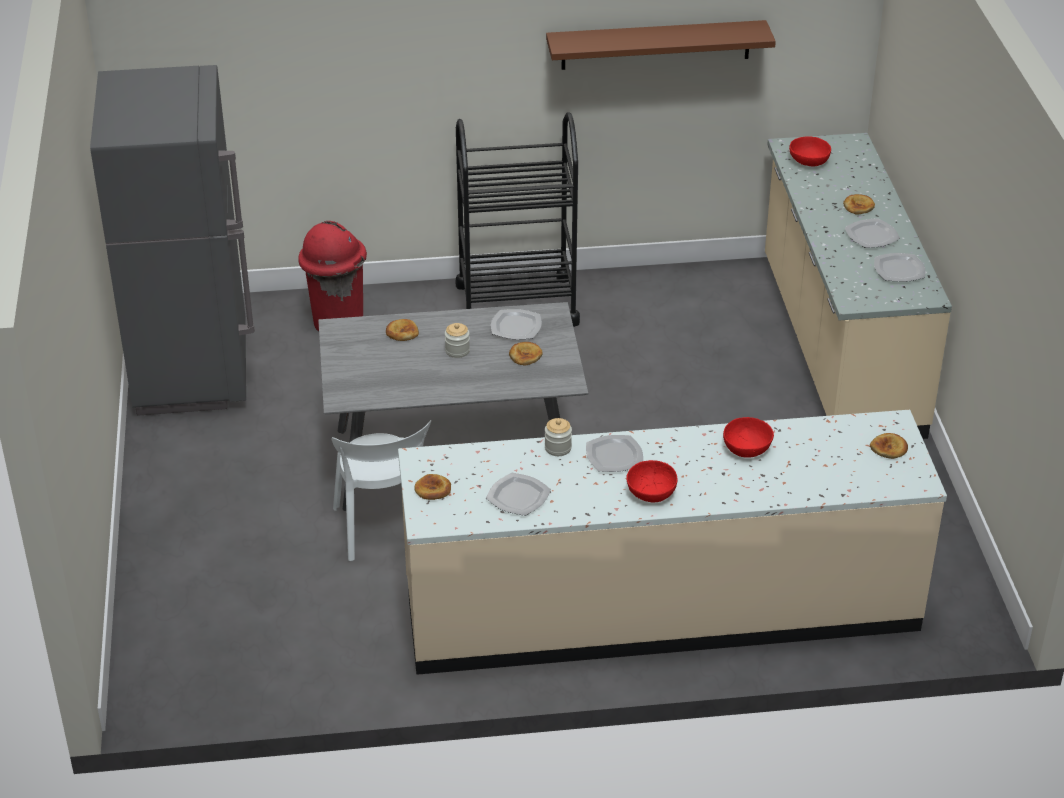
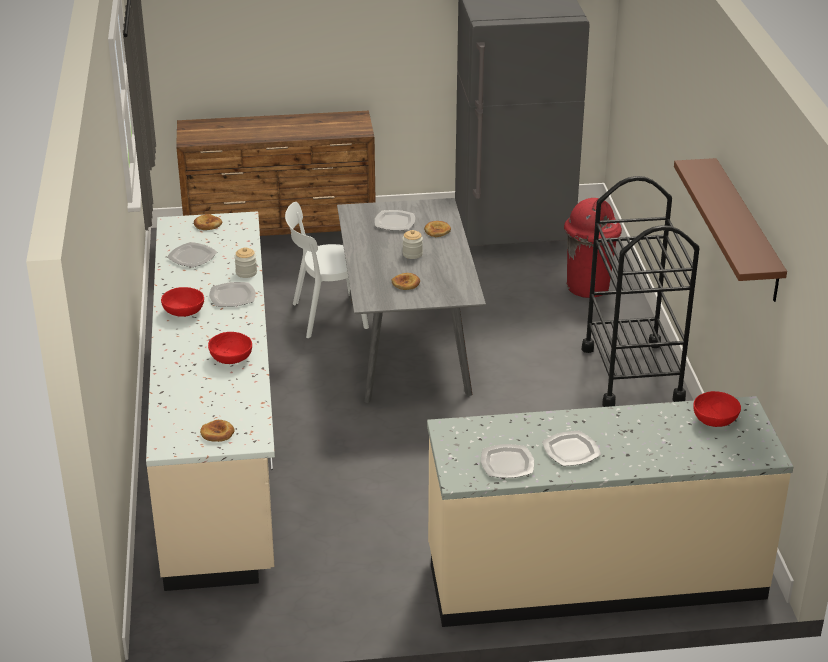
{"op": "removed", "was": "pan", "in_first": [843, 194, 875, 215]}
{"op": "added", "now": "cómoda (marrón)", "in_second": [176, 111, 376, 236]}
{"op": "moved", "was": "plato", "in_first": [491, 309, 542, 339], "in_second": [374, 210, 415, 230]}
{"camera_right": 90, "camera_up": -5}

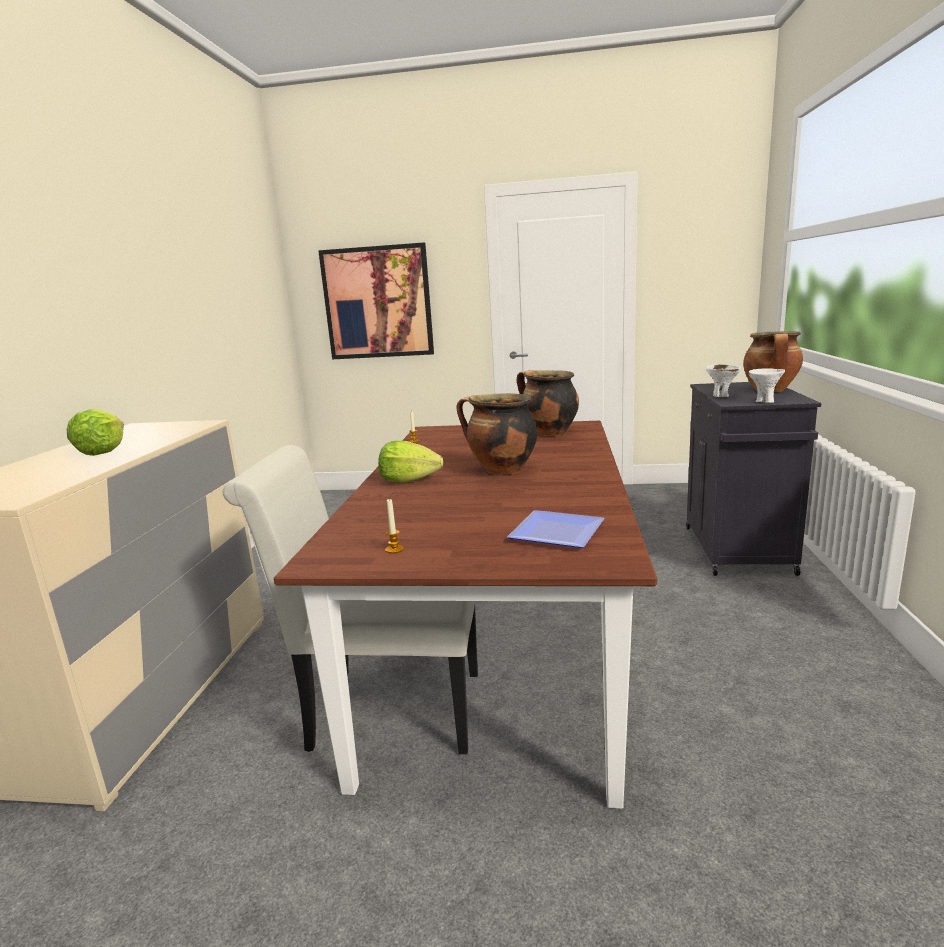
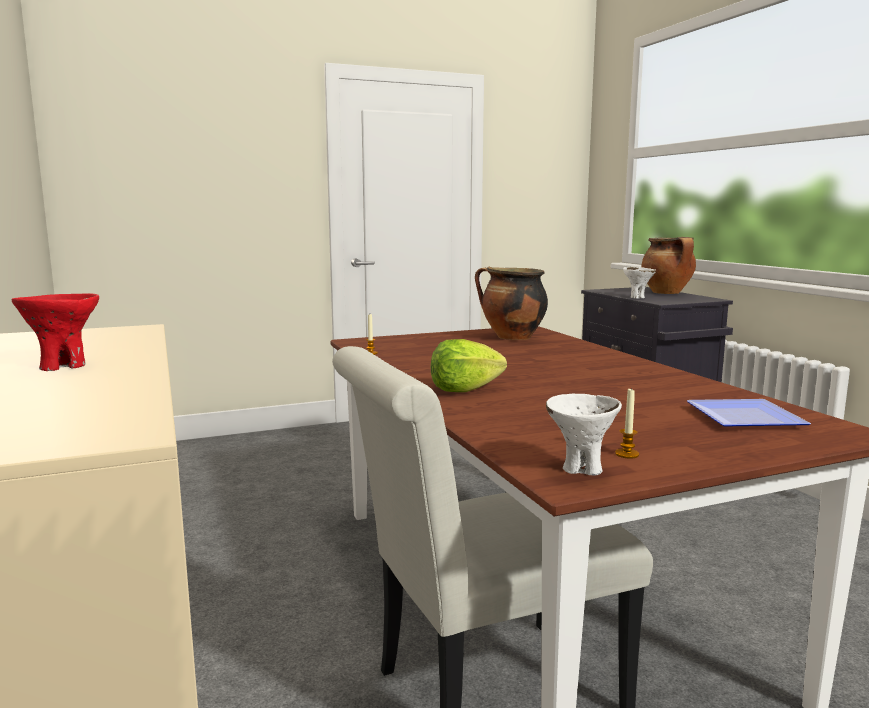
{"op": "removed", "was": "cuadro", "in_first": [318, 243, 434, 359]}
{"op": "removed", "was": "olla", "in_first": [456, 393, 538, 475]}
{"op": "moved", "was": "cuenco (blanco)", "in_first": [748, 368, 785, 403], "in_second": [546, 394, 622, 475]}
{"op": "replaced", "was": "lechuga", "now": "cuenco (rojo)", "in_first": [67, 409, 124, 456], "in_second": [12, 293, 99, 371]}
{"camera_right": -30, "camera_up": -5}

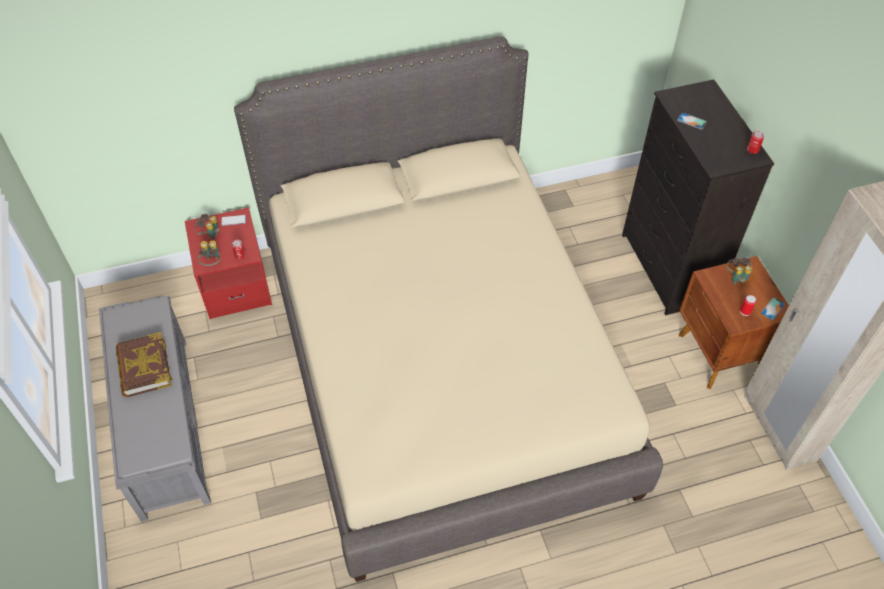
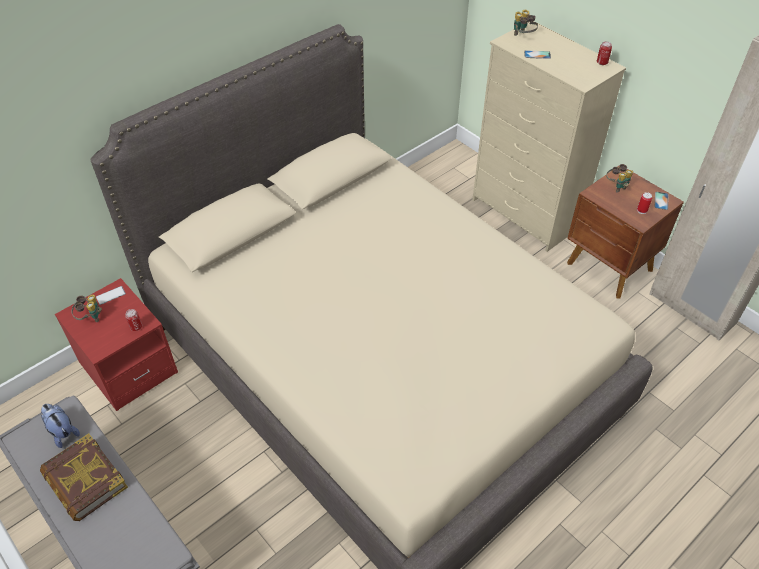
{"op": "added", "now": "peluche", "in_second": [41, 404, 80, 448]}
{"op": "moved", "was": "prismáticos", "in_first": [197, 241, 221, 266], "in_second": [514, 10, 538, 36]}
{"op": "recoloured", "was": "cómoda (negro)", "now": "cómoda (beis)", "in_first": [622, 79, 774, 315], "in_second": [472, 21, 626, 252]}
{"camera_right": -25, "camera_up": -5}

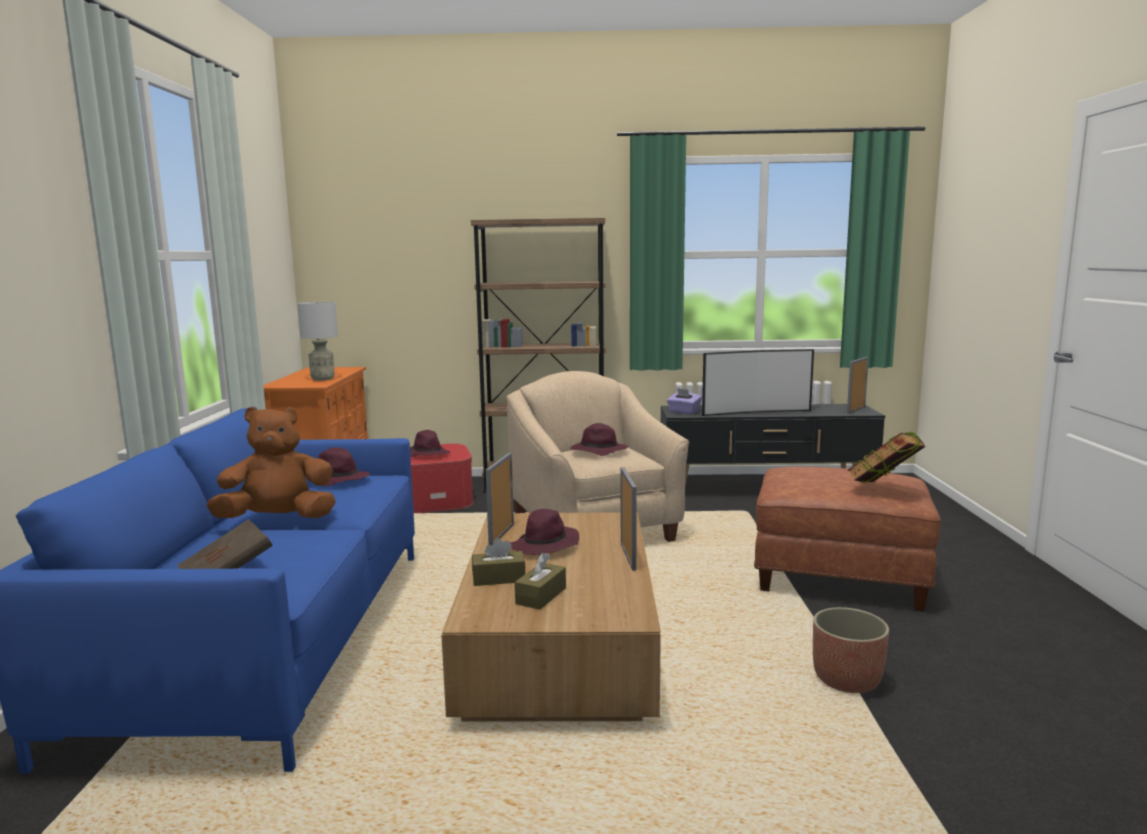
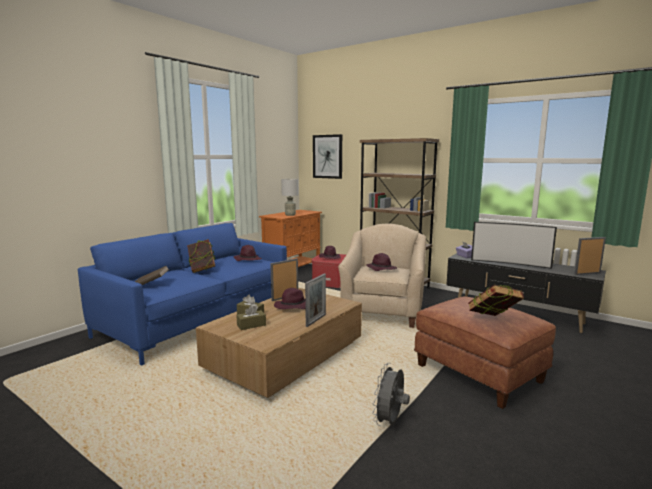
{"op": "added", "now": "cuadro", "in_second": [313, 134, 342, 179]}
{"op": "replaced", "was": "peluche (marrón)", "now": "libro", "in_first": [207, 407, 336, 518], "in_second": [187, 239, 216, 273]}
{"op": "replaced", "was": "maceta", "now": "ventilador (gris)", "in_first": [813, 607, 889, 693], "in_second": [372, 363, 410, 426]}
{"camera_right": 35, "camera_up": 0}

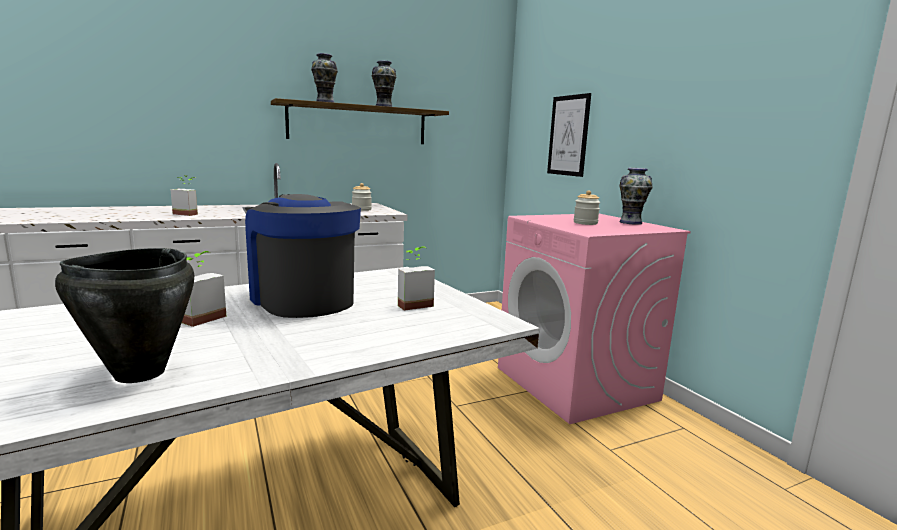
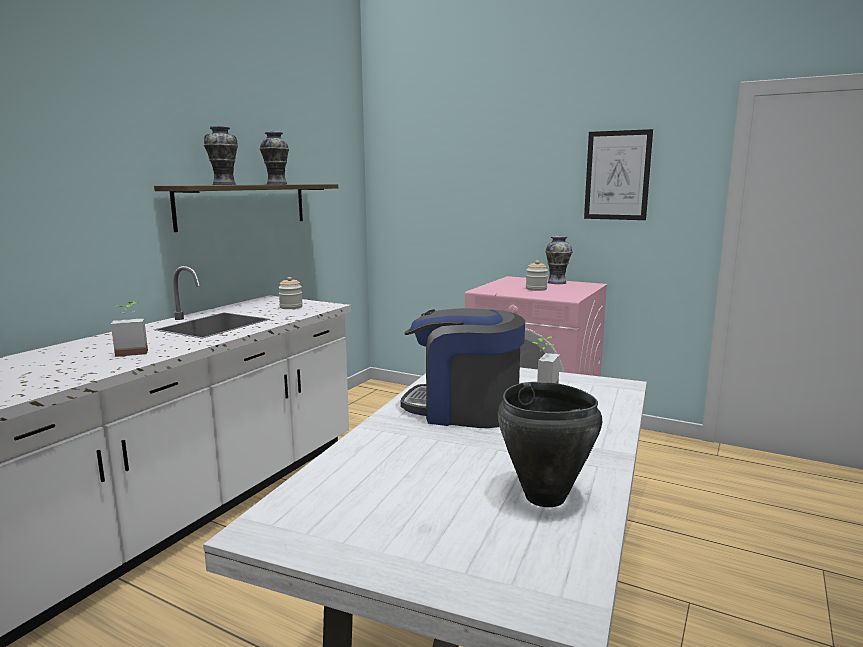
{"op": "removed", "was": "planta en maceta", "in_first": [182, 251, 227, 327]}
{"op": "moved", "was": "cuadro", "in_first": [547, 93, 591, 177], "in_second": [584, 129, 653, 220]}
{"camera_right": -35, "camera_up": 0}

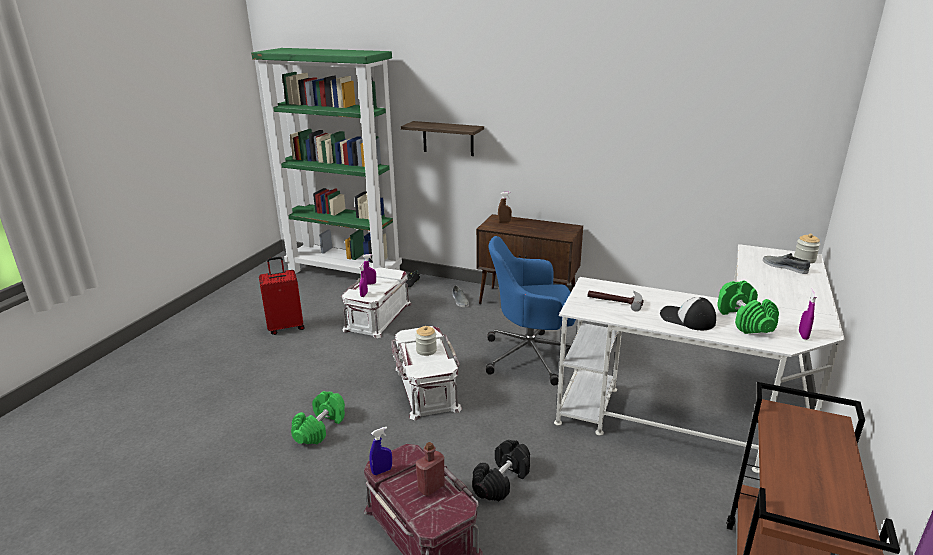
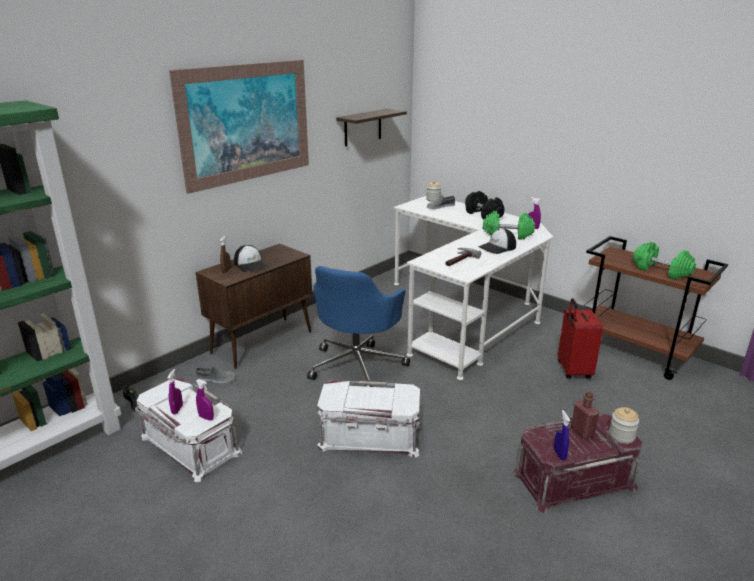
{"op": "added", "now": "cuadro", "in_second": [169, 60, 309, 194]}
{"op": "added", "now": "gorra", "in_second": [234, 245, 268, 272]}
{"op": "moved", "was": "maleta (rojo)", "in_first": [259, 257, 305, 335], "in_second": [558, 298, 603, 379]}
{"op": "moved", "was": "mancuerna (verde)", "in_first": [291, 391, 345, 444], "in_second": [633, 242, 696, 280]}
{"op": "moved", "was": "estante", "in_first": [401, 121, 484, 156], "in_second": [336, 109, 407, 146]}
{"op": "moved", "was": "tarro", "in_first": [415, 326, 437, 356], "in_second": [609, 407, 639, 444]}
{"op": "moved", "was": "mancuerna (negro)", "in_first": [472, 440, 530, 502], "in_second": [465, 191, 505, 219]}
{"camera_right": -70, "camera_up": 0}

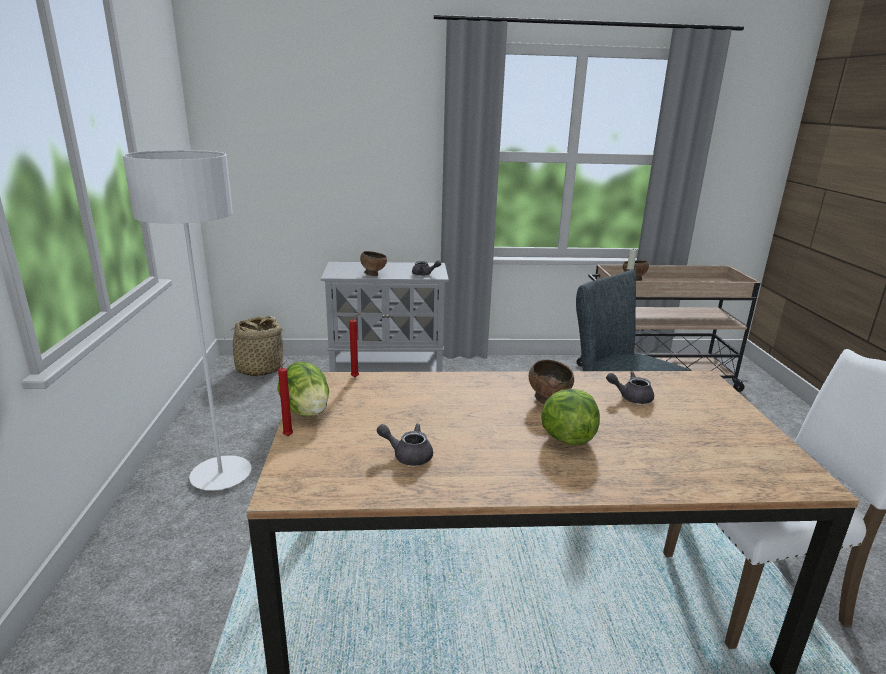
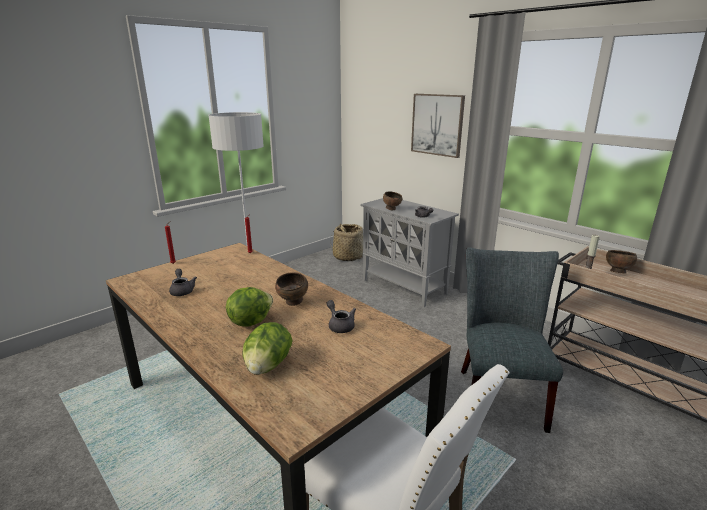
{"op": "added", "now": "cuadro", "in_second": [411, 94, 465, 158]}
{"op": "moved", "was": "lechuga", "in_first": [277, 362, 329, 416], "in_second": [242, 322, 293, 375]}
{"camera_right": 50, "camera_up": 0}

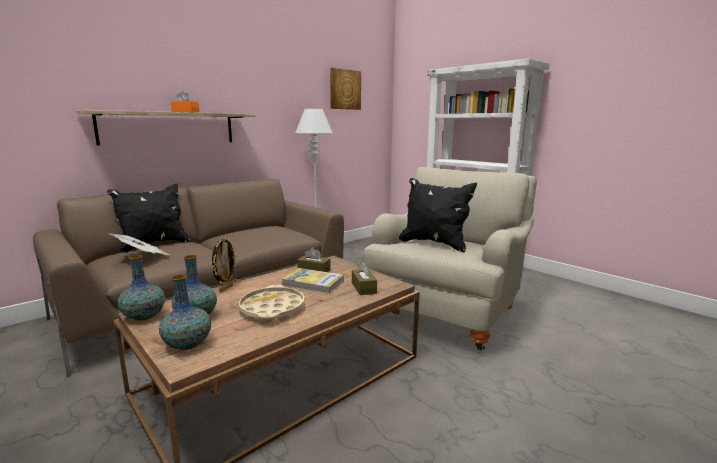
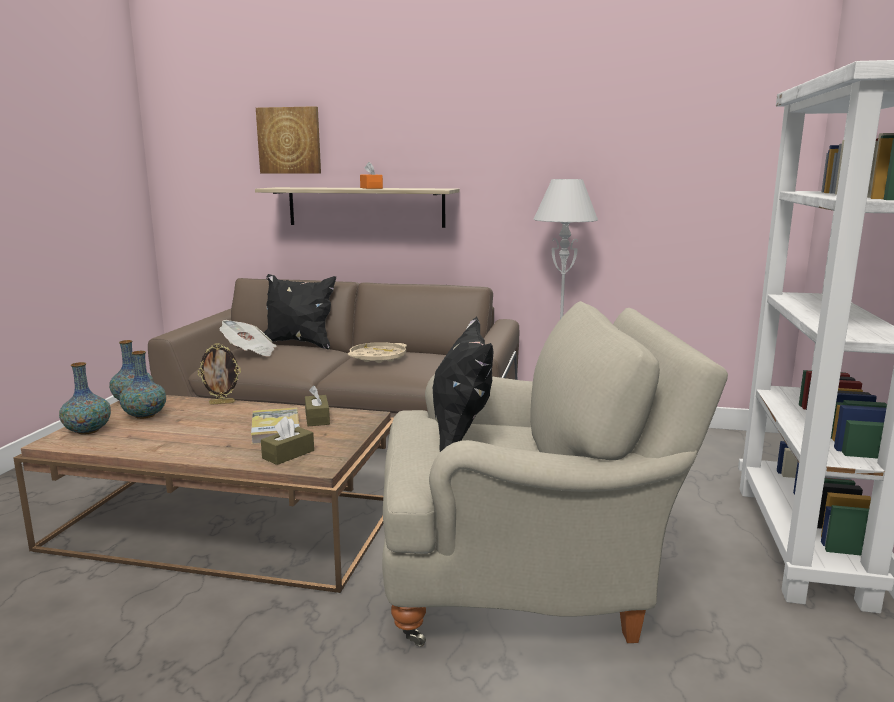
{"op": "moved", "was": "bandeja (beis)", "in_first": [238, 285, 305, 319], "in_second": [348, 342, 407, 363]}
{"op": "moved", "was": "cuadro", "in_first": [330, 68, 361, 110], "in_second": [256, 106, 321, 174]}
{"camera_right": 55, "camera_up": 0}

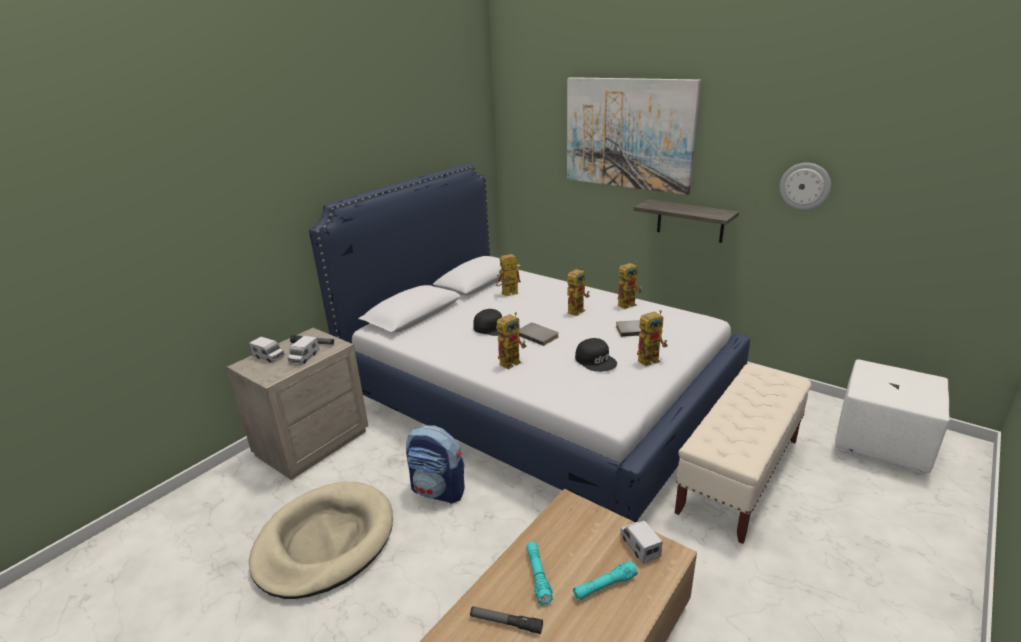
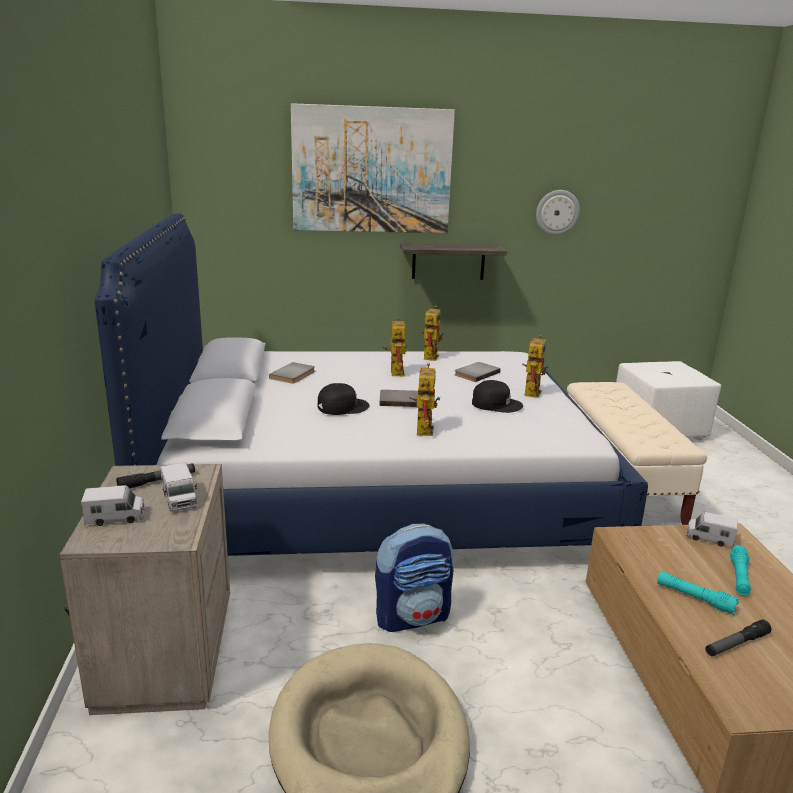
{"op": "replaced", "was": "robot de juguete", "now": "libro (gris)", "in_first": [496, 254, 521, 296], "in_second": [269, 362, 315, 384]}
{"camera_right": -45, "camera_up": -5}

